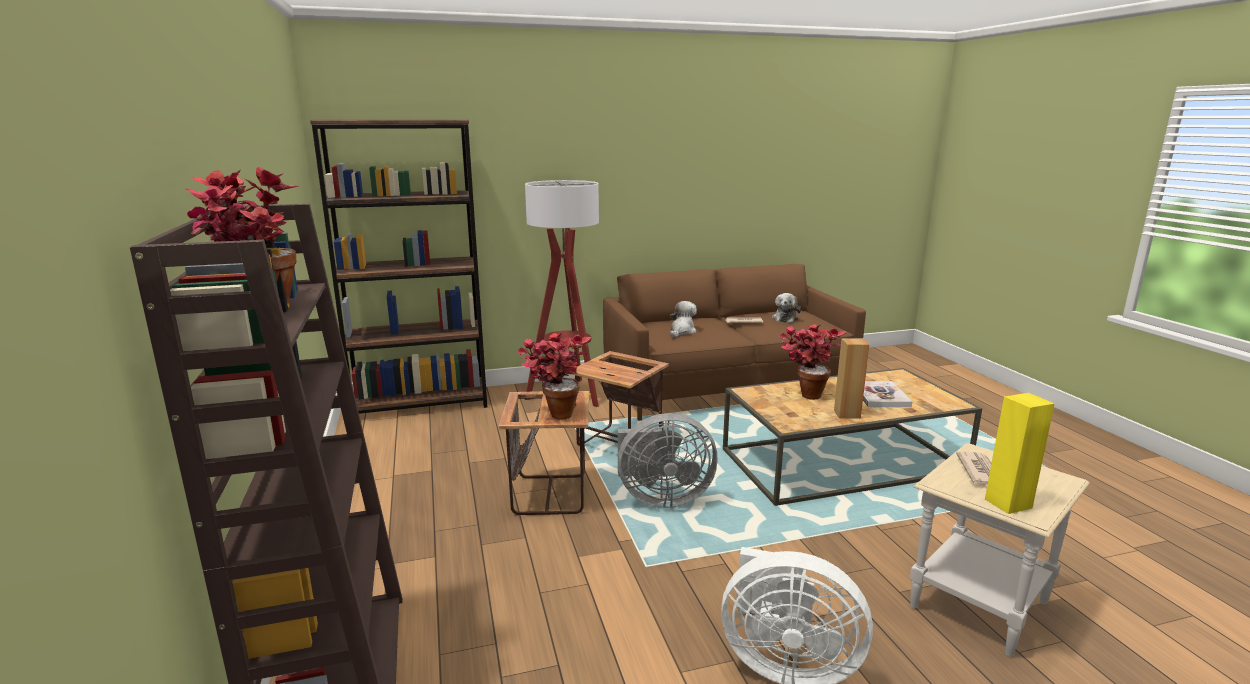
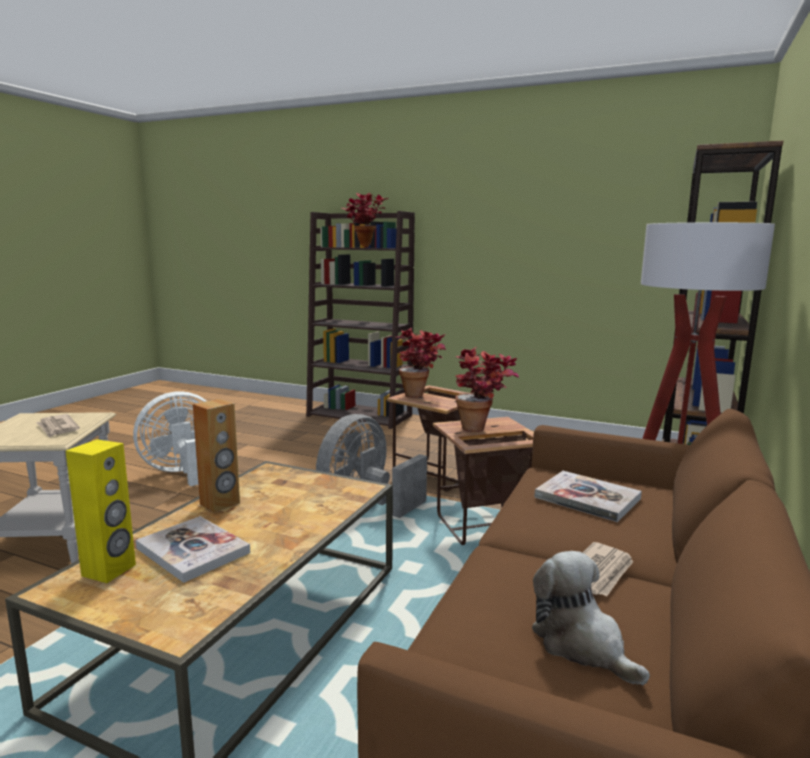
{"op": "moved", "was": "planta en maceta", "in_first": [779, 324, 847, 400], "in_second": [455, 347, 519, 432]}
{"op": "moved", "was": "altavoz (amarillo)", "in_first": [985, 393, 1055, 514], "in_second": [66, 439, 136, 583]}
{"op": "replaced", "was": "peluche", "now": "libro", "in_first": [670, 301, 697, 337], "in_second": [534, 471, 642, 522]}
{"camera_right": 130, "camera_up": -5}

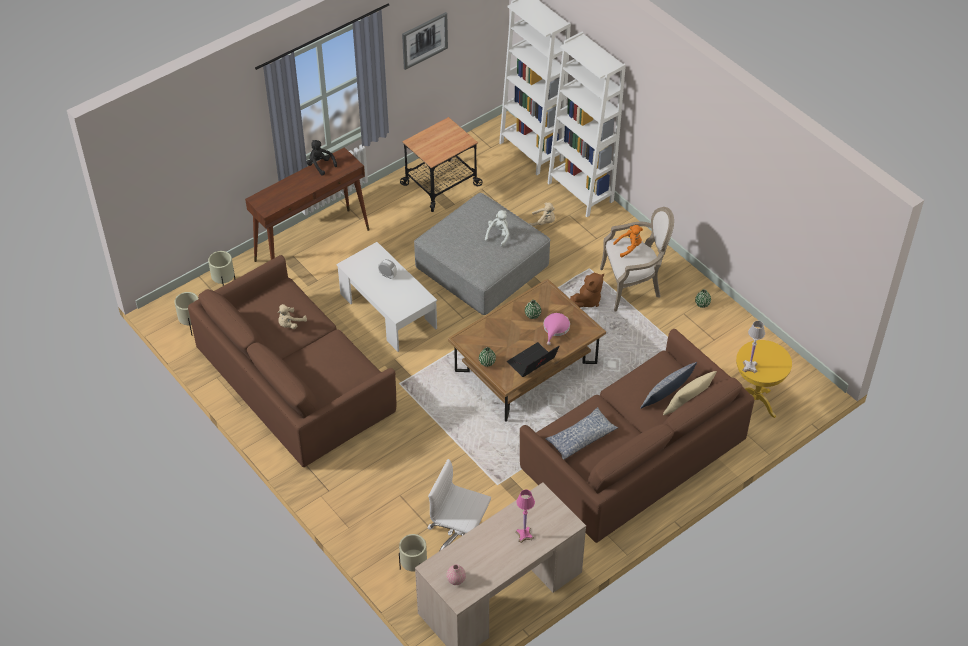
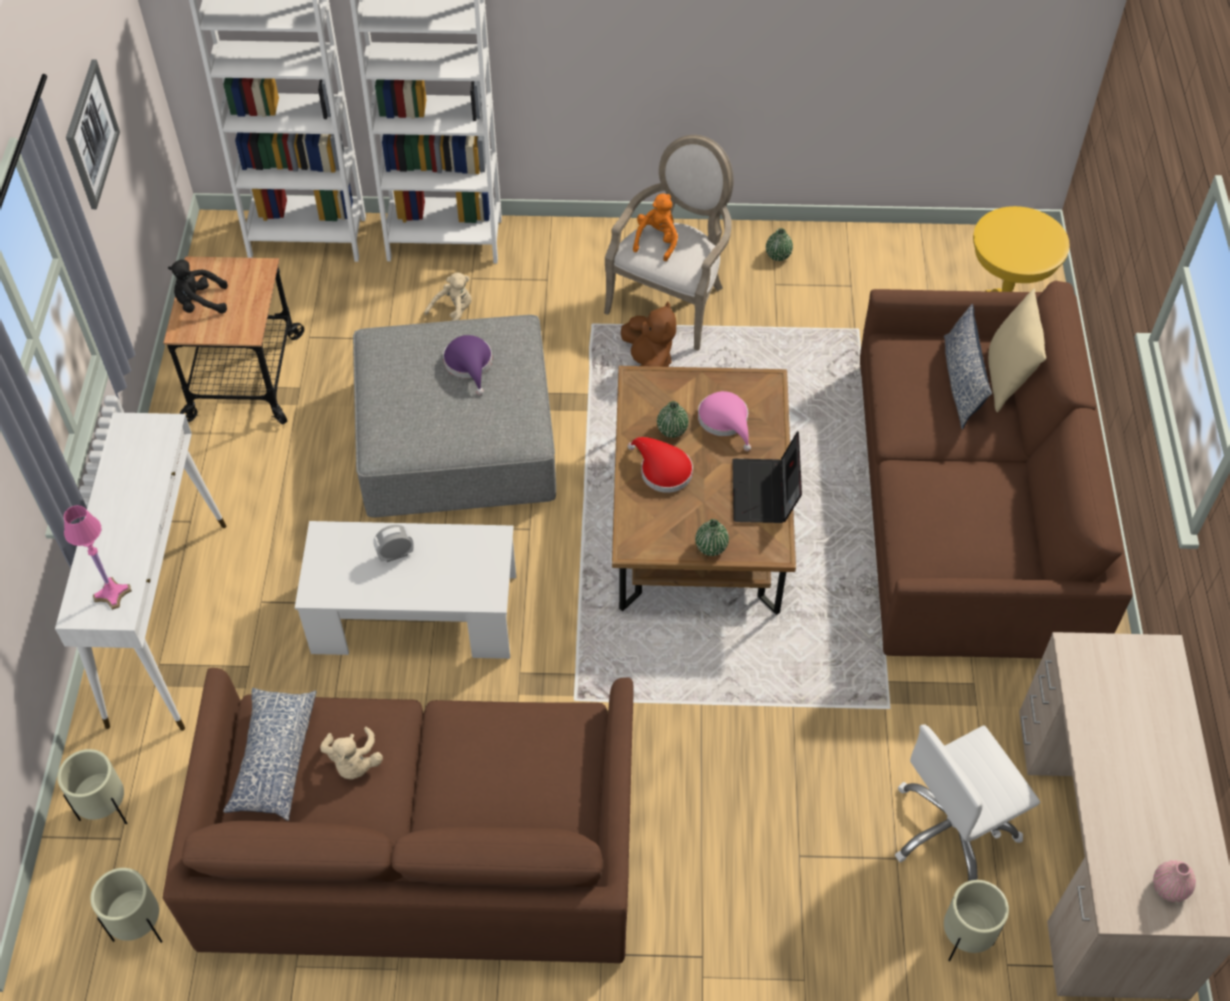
{"op": "removed", "was": "lámpara de mesa (blanco)", "in_first": [742, 321, 765, 373]}
{"op": "added", "now": "sombrero (rojo)", "in_second": [628, 437, 693, 493]}
{"op": "moved", "was": "peluche (negro)", "in_first": [307, 140, 337, 176], "in_second": [168, 259, 228, 313]}
{"op": "moved", "was": "lámpara de mesa (rosa)", "in_first": [515, 490, 535, 543], "in_second": [64, 505, 132, 610]}
{"op": "moved", "was": "cojín", "in_first": [545, 407, 618, 460], "in_second": [223, 688, 317, 821]}
{"op": "replaced", "was": "peluche (blanco)", "now": "sombrero (morado)", "in_first": [485, 210, 509, 247], "in_second": [443, 335, 492, 395]}
{"op": "recoloured", "was": "mesa consola (marrón)", "now": "mesa consola (blanco)", "in_first": [245, 147, 369, 262], "in_second": [55, 412, 226, 731]}
{"camera_right": -50, "camera_up": 5}

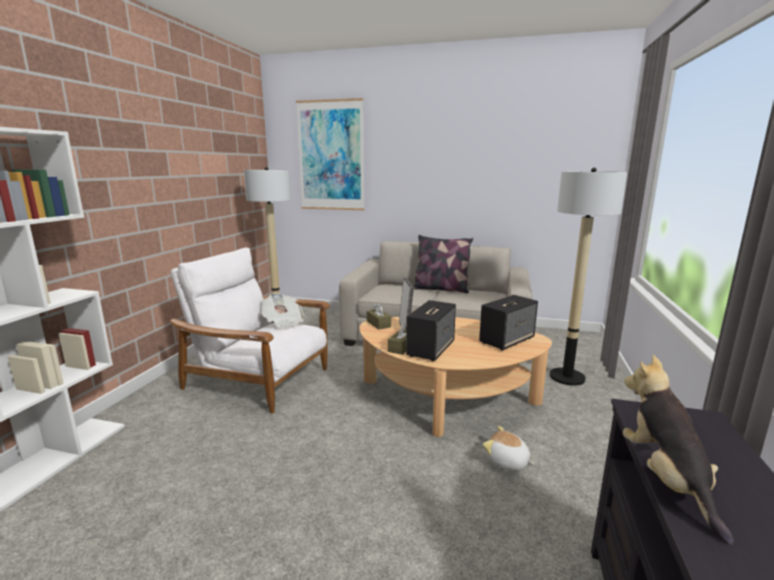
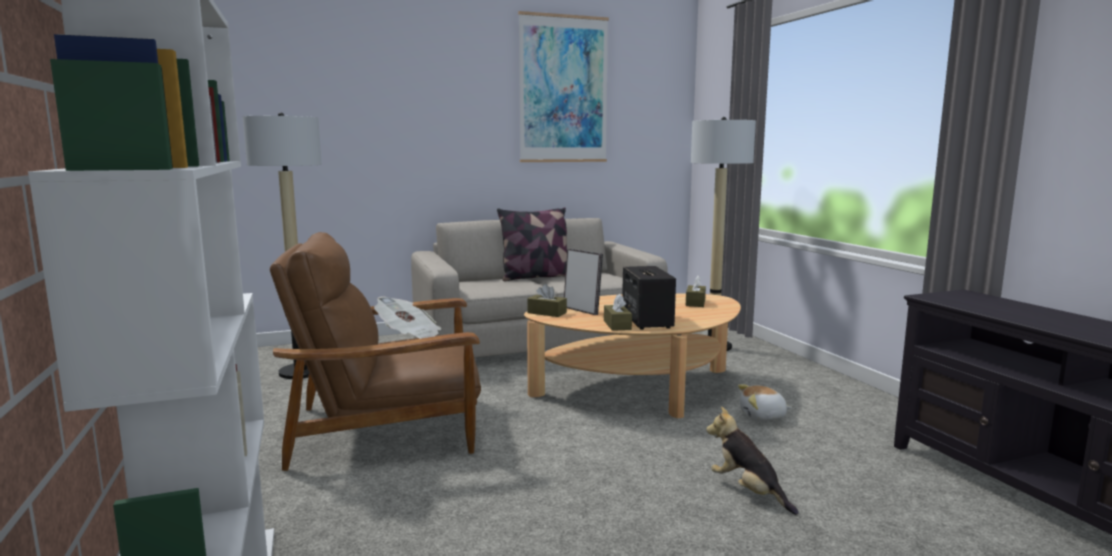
{"op": "moved", "was": "cuadro", "in_first": [296, 98, 365, 210], "in_second": [518, 11, 609, 162]}
{"op": "moved", "was": "peluche", "in_first": [623, 355, 734, 545], "in_second": [706, 406, 799, 515]}
{"op": "replaced", "was": "altavoz", "now": "caja de pañuelos (marrón)", "in_first": [479, 295, 538, 351], "in_second": [686, 276, 706, 307]}
{"op": "recoloured", "was": "sillón (blanco)", "now": "sillón (marrón)", "in_first": [170, 247, 330, 414], "in_second": [270, 232, 481, 471]}
{"camera_right": -35, "camera_up": -5}

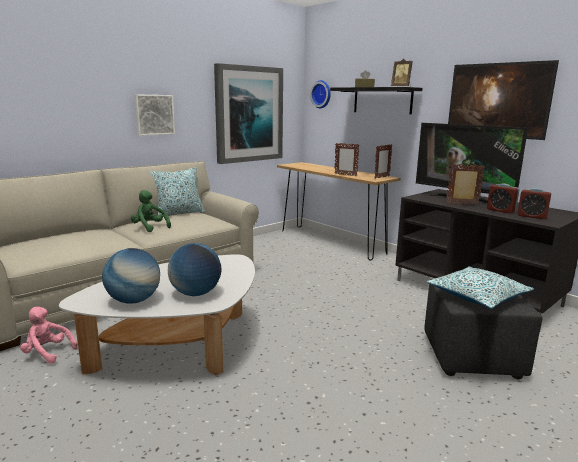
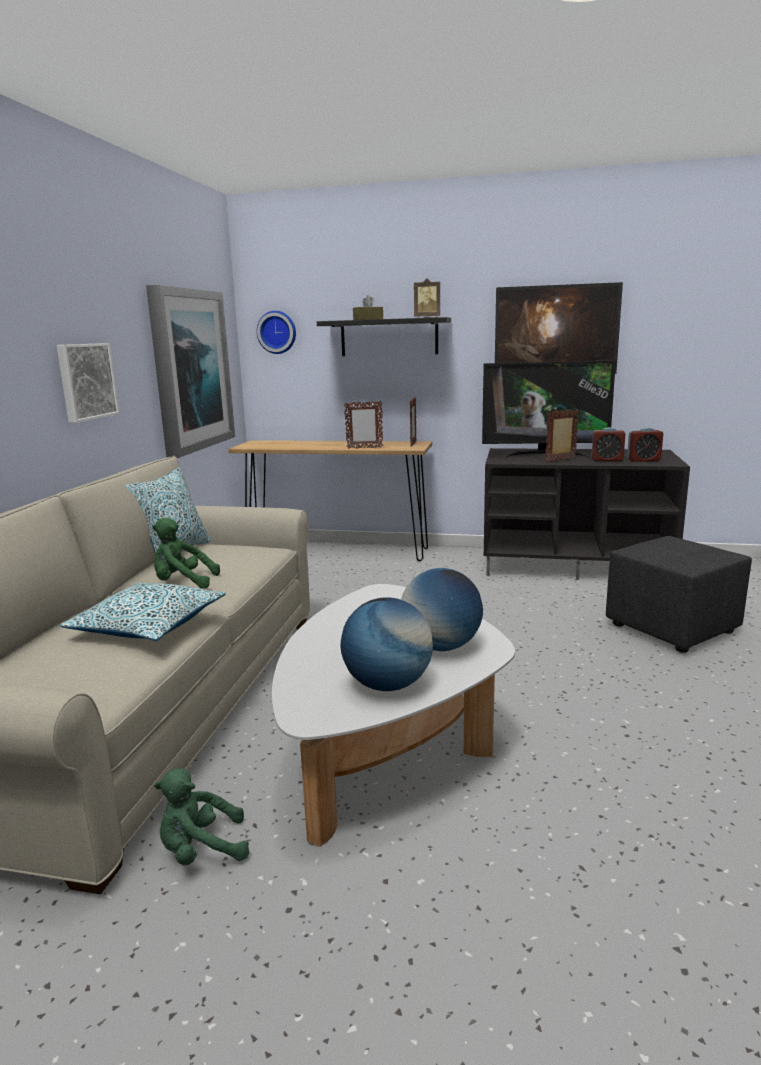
{"op": "moved", "was": "cojín", "in_first": [427, 266, 534, 309], "in_second": [60, 583, 225, 641]}
{"op": "recoloured", "was": "peluche (rosa)", "now": "peluche (verde)", "in_first": [20, 307, 78, 364], "in_second": [154, 768, 249, 865]}
{"camera_right": -35, "camera_up": 0}

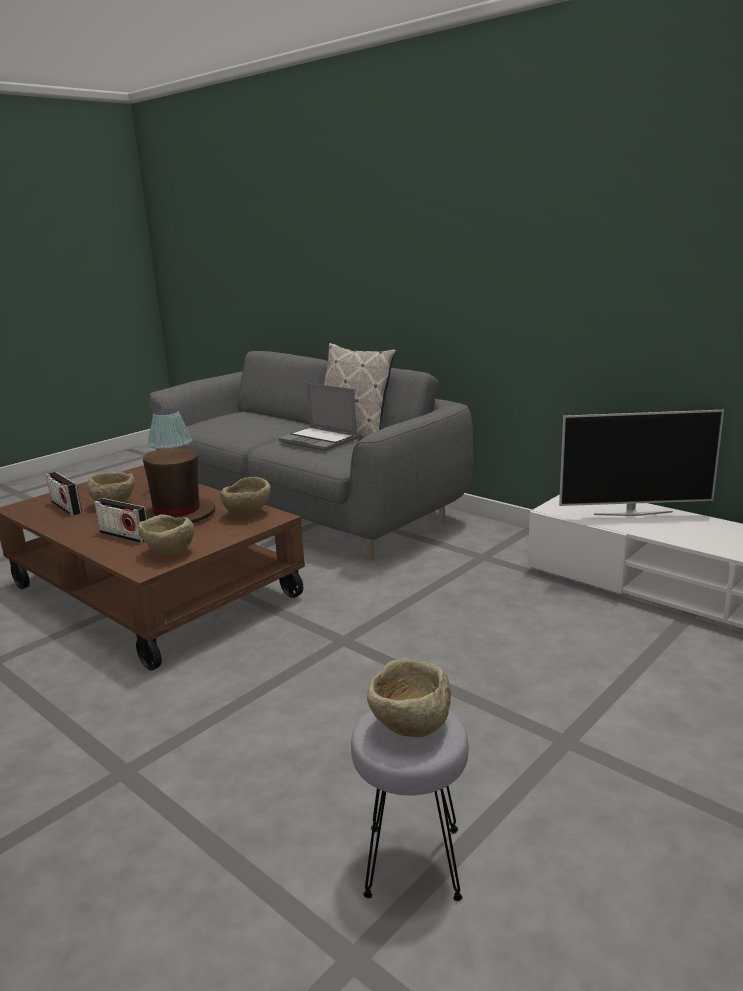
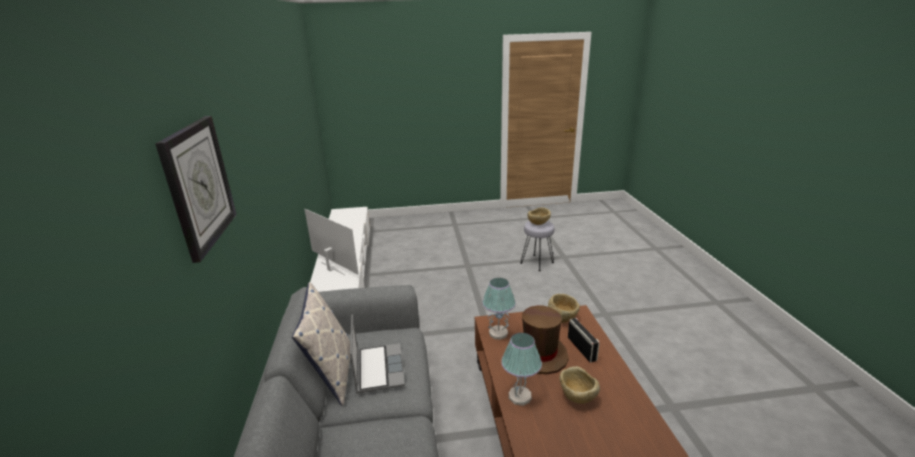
{"op": "removed", "was": "radio", "in_first": [46, 472, 82, 516]}
{"op": "added", "now": "reloj de pared", "in_second": [155, 116, 237, 263]}
{"op": "replaced", "was": "cuenco (beis)", "now": "lámpara de mesa", "in_first": [221, 477, 271, 516], "in_second": [482, 278, 516, 340]}
{"camera_right": -140, "camera_up": 5}

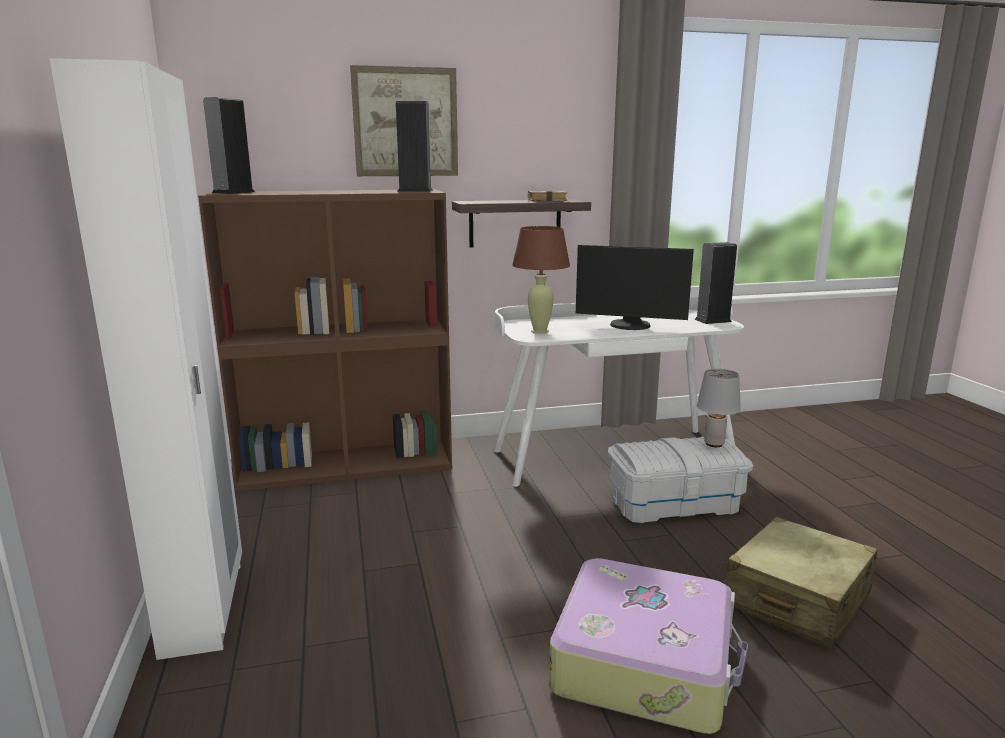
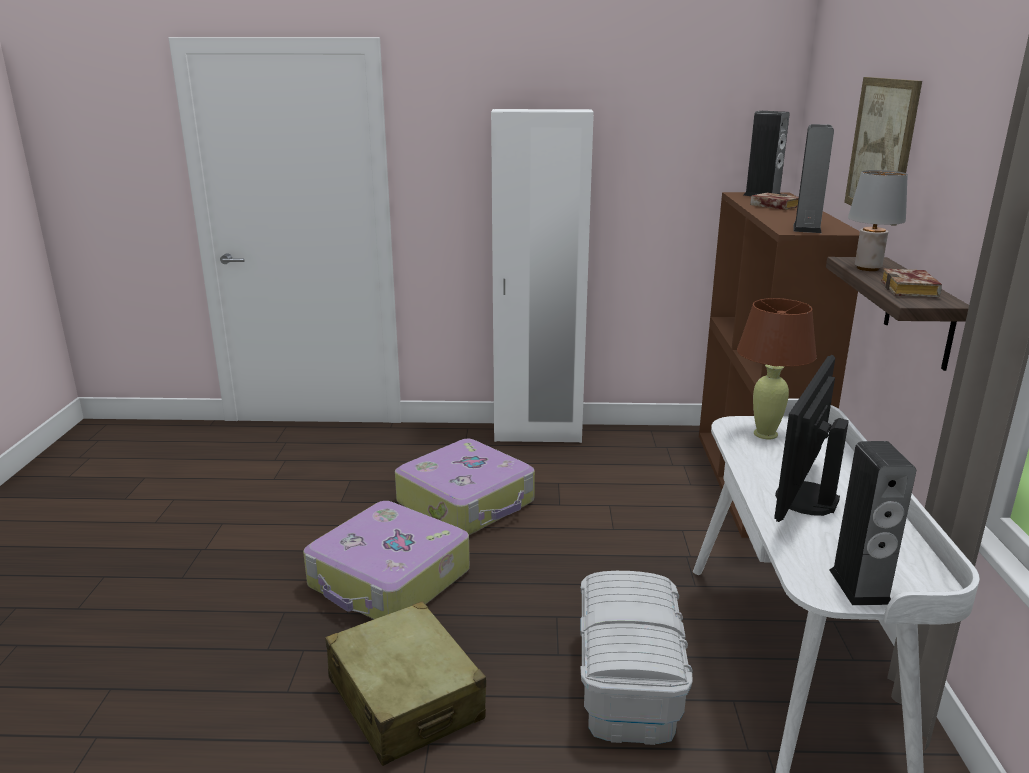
{"op": "added", "now": "maleta", "in_second": [395, 439, 535, 535]}
{"op": "added", "now": "libro", "in_second": [750, 193, 799, 210]}
{"op": "moved", "was": "lámpara de mesa (gris)", "in_first": [697, 369, 741, 447], "in_second": [848, 170, 908, 271]}
{"camera_right": 105, "camera_up": 5}

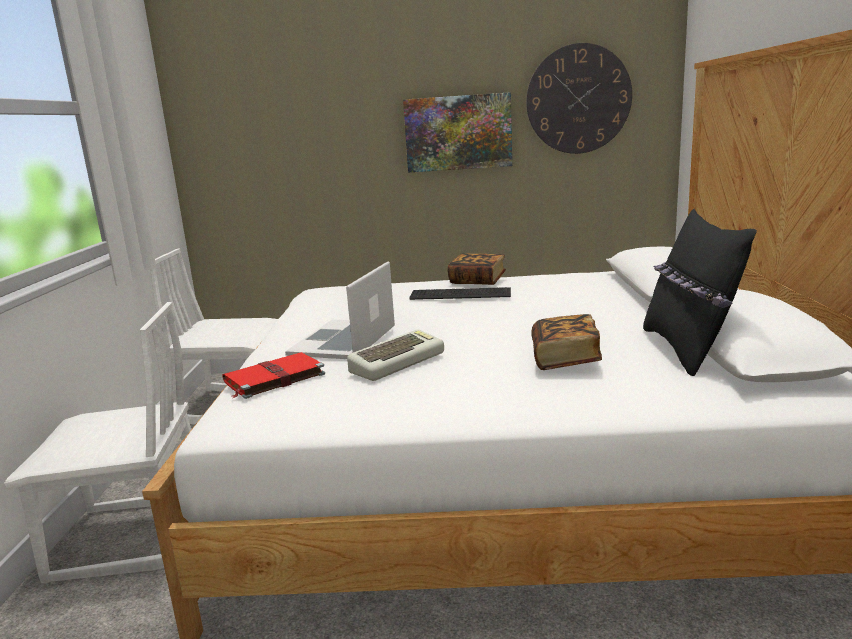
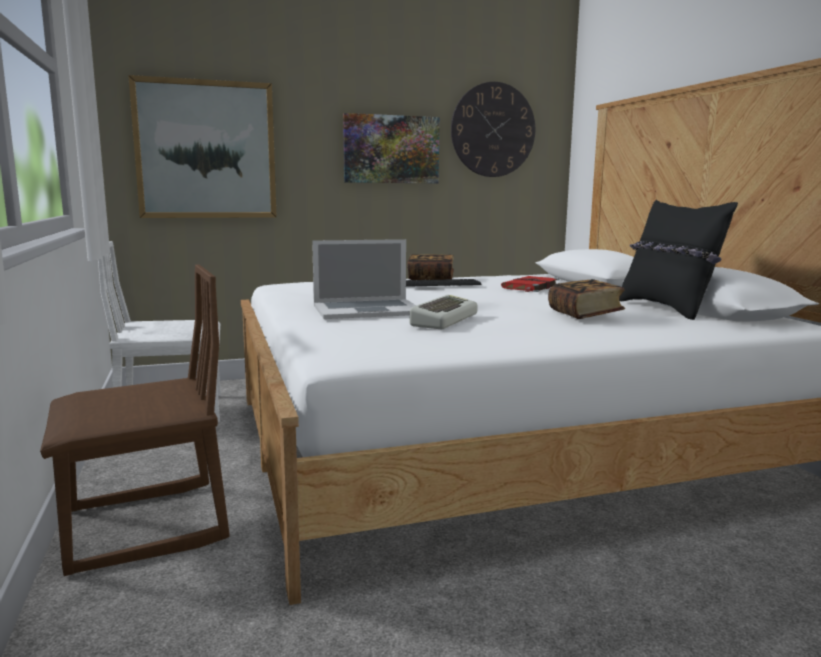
{"op": "added", "now": "cuadro", "in_second": [128, 75, 277, 218]}
{"op": "moved", "was": "libro (rojo)", "in_first": [223, 352, 325, 399], "in_second": [501, 276, 559, 292]}
{"op": "recoloured", "was": "silla (blanco)", "now": "silla (marrón)", "in_first": [4, 302, 191, 584], "in_second": [40, 264, 230, 576]}
{"op": "turned", "was": "portátil", "in_first": [285, 261, 395, 359], "in_second": [312, 239, 416, 319], "clockwise": -105}
{"camera_right": -20, "camera_up": -5}

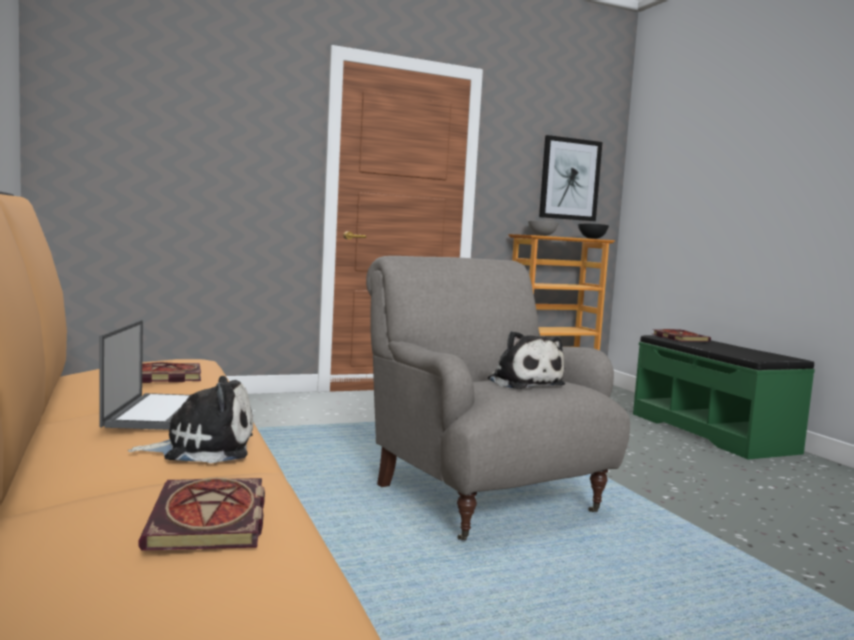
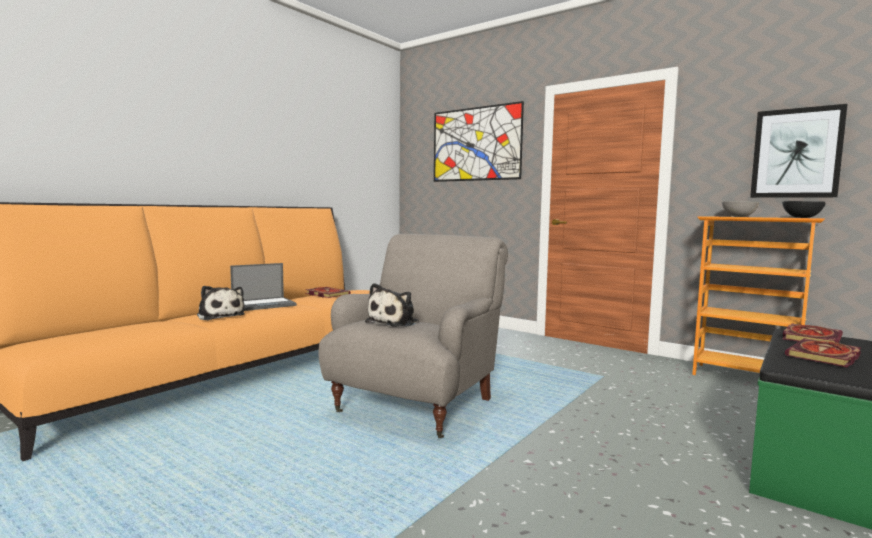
{"op": "added", "now": "cuadro", "in_second": [434, 101, 524, 182]}
{"op": "moved", "was": "libro", "in_first": [138, 478, 265, 550], "in_second": [785, 338, 861, 367]}
{"camera_right": 60, "camera_up": 0}

